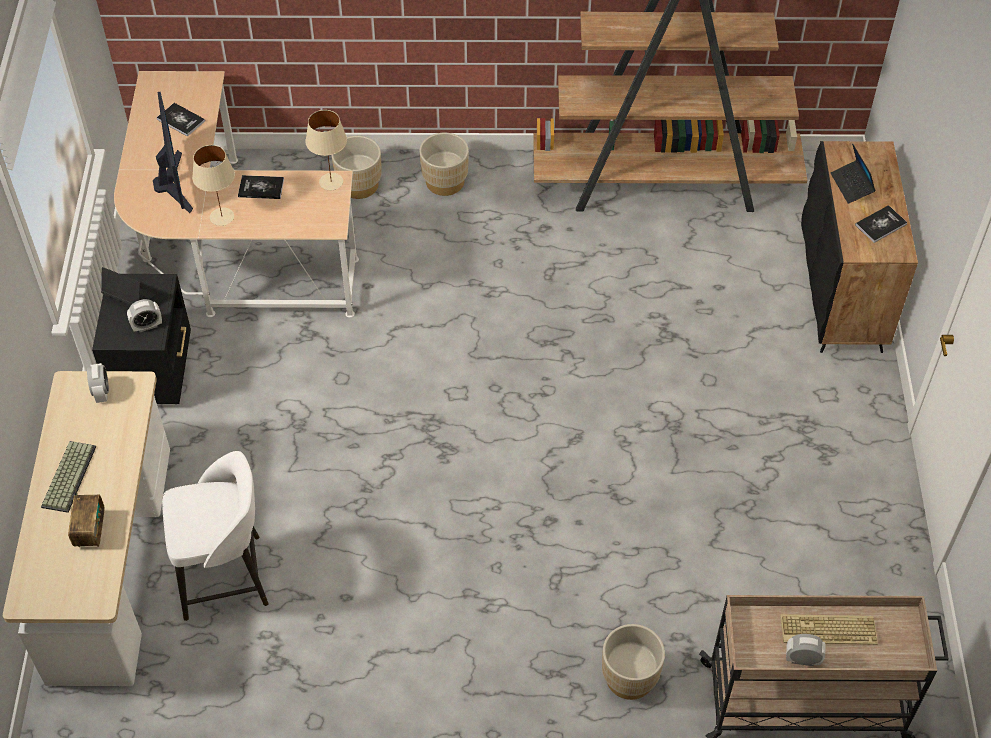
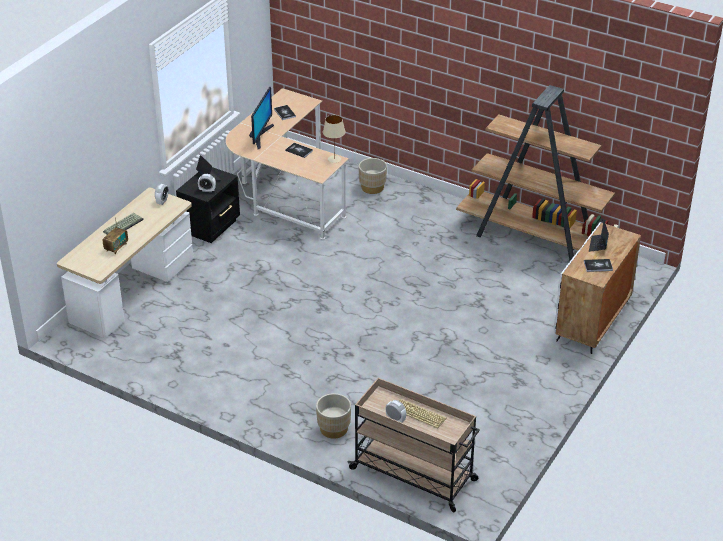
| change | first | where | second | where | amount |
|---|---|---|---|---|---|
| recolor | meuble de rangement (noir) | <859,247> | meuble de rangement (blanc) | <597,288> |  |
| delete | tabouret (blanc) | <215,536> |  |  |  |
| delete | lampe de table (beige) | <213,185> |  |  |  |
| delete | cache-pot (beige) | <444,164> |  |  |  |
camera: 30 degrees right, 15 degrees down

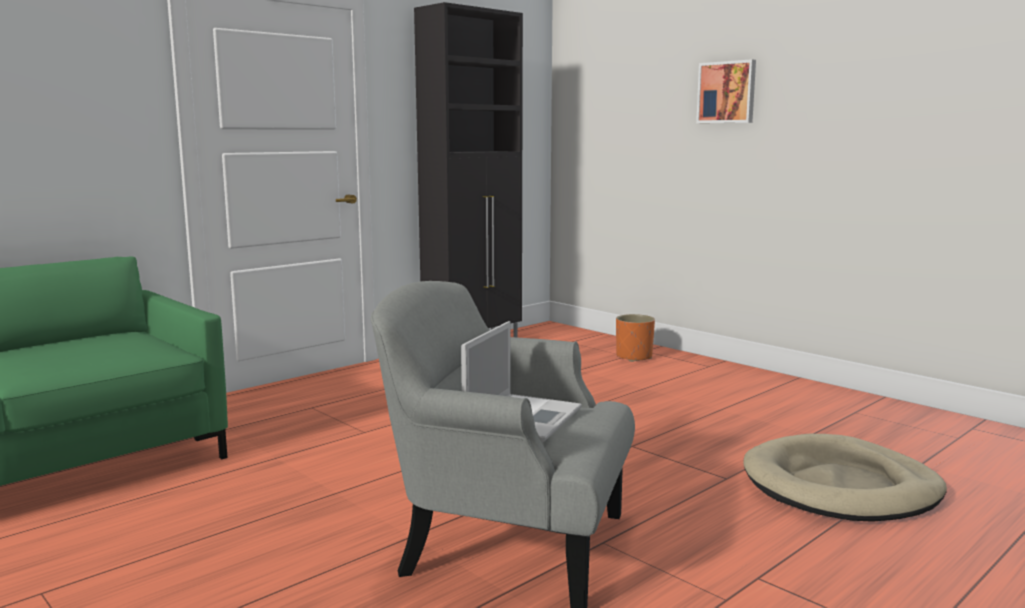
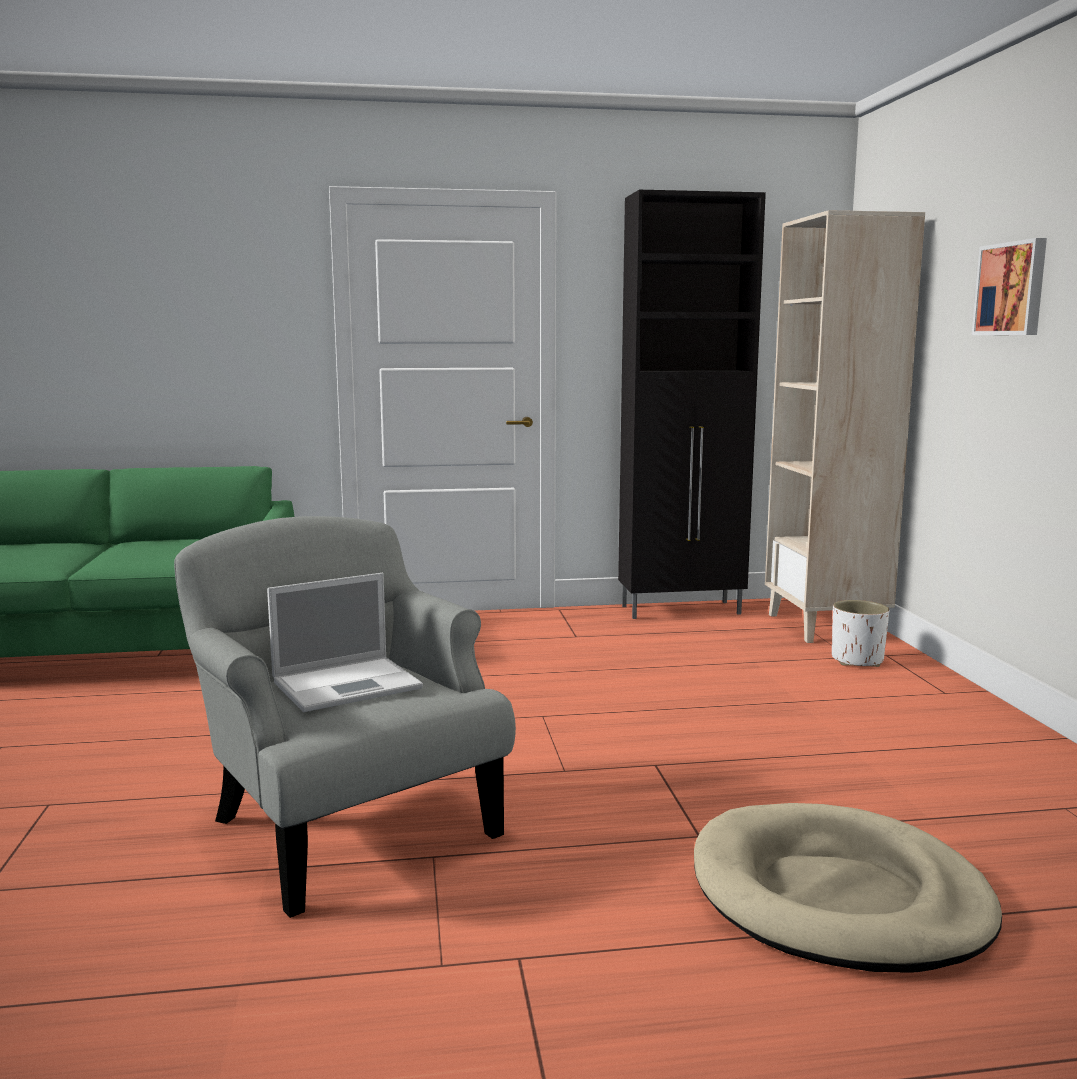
| change | first | where | second | where | amount |
|---|---|---|---|---|---|
| insert |  |  | bibliothèque (beige) | <845,426> |  |
| recolor | cache-pot (orange) | <635,338> | cache-pot (blanc) | <860,633> |  |
camera: 35 degrees right, 0 degrees up

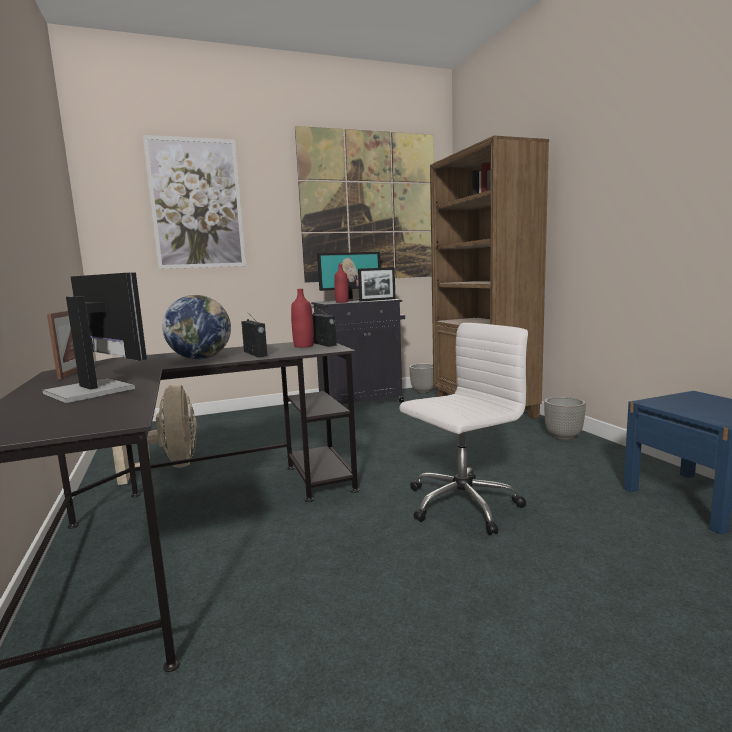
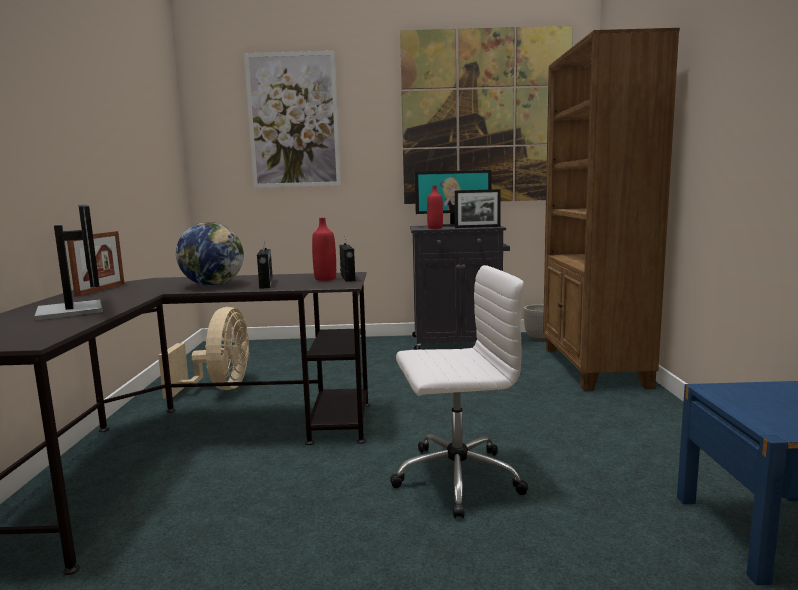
| change | first | where | second | where | amount |
|---|---|---|---|---|---|
| delete | cache-pot | <565,418> |  |  |  |
camera: 20 degrees right, 0 degrees up

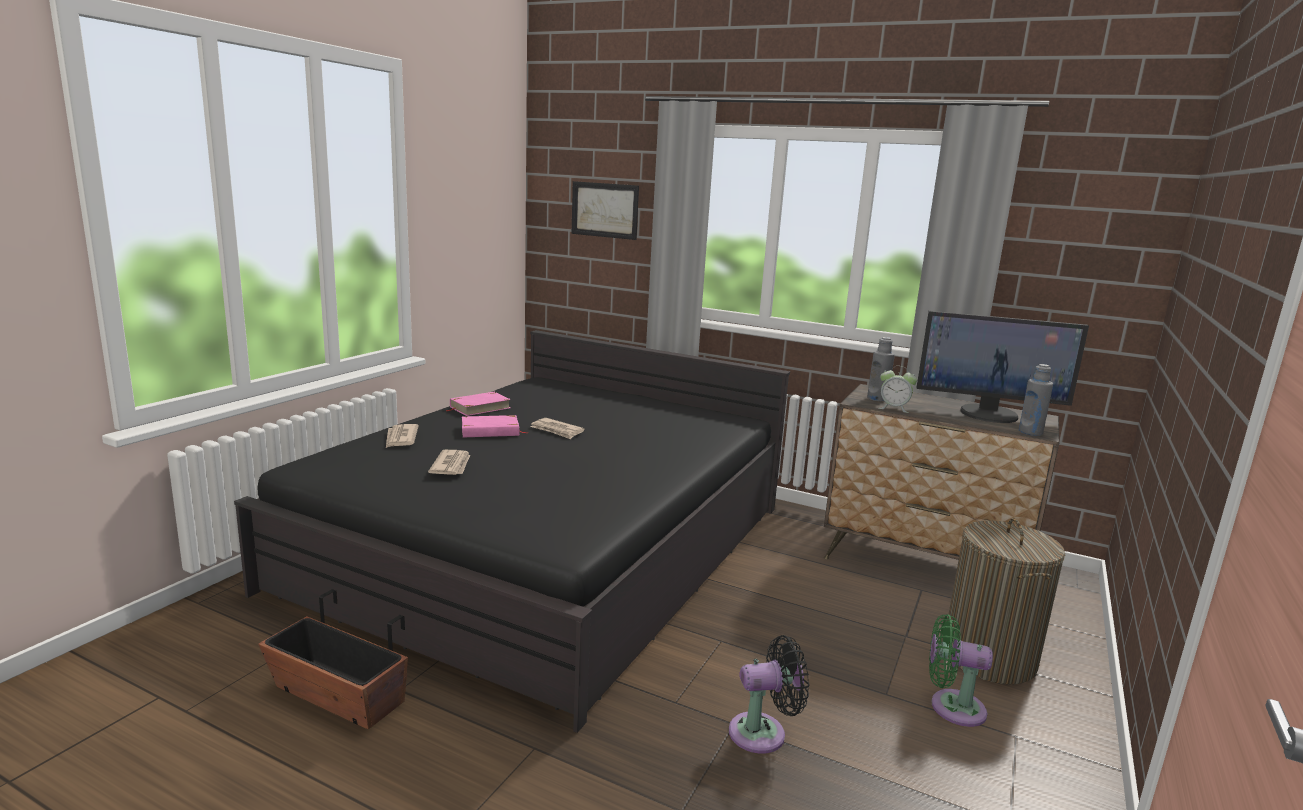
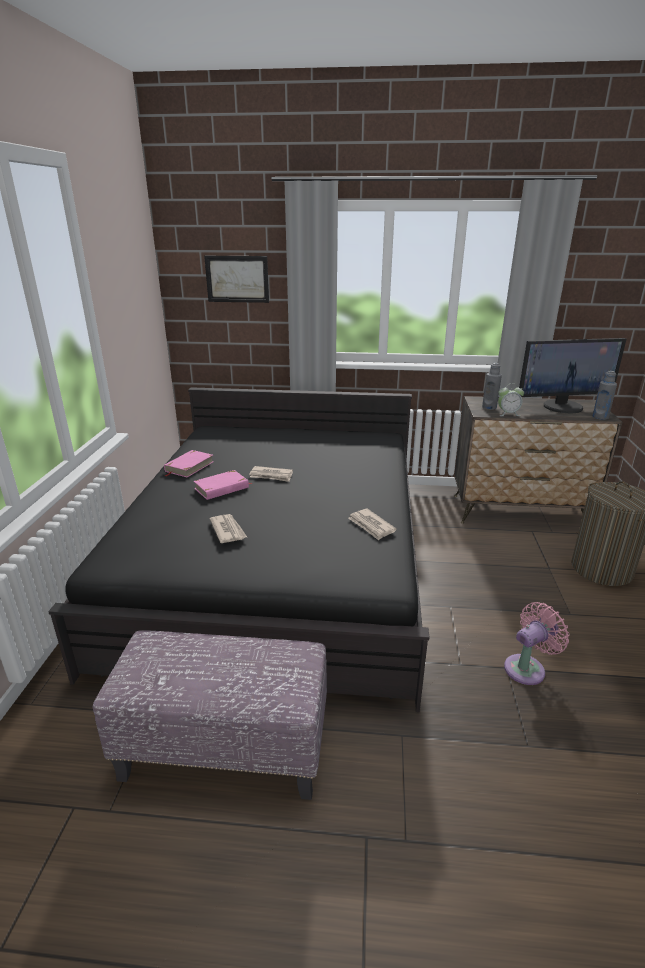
| change | first | where | second | where | amount |
|---|---|---|---|---|---|
| replace | cache-pot | <333,659> | pouf | <209,715> |  |
| move | journal | <402,436> |  | <372,524> |  |
| recolor | ventilateur (noir) | <769,694> | ventilateur (rose) | <537,643> |  |
| delete | ventilateur (vert) | <961,670> |  |  |  |
camera: 20 degrees left, 10 degrees up

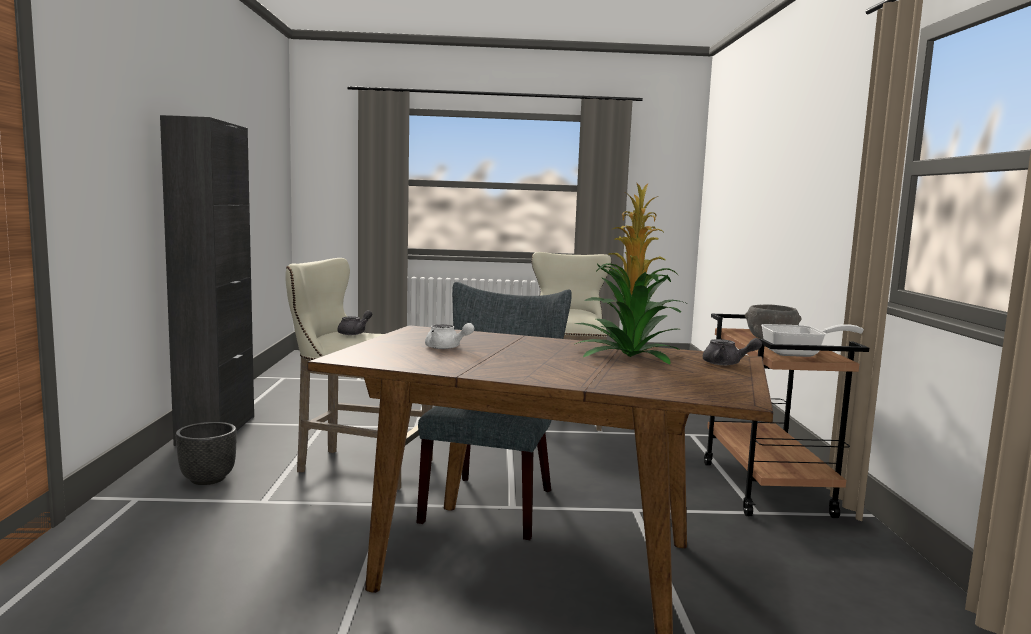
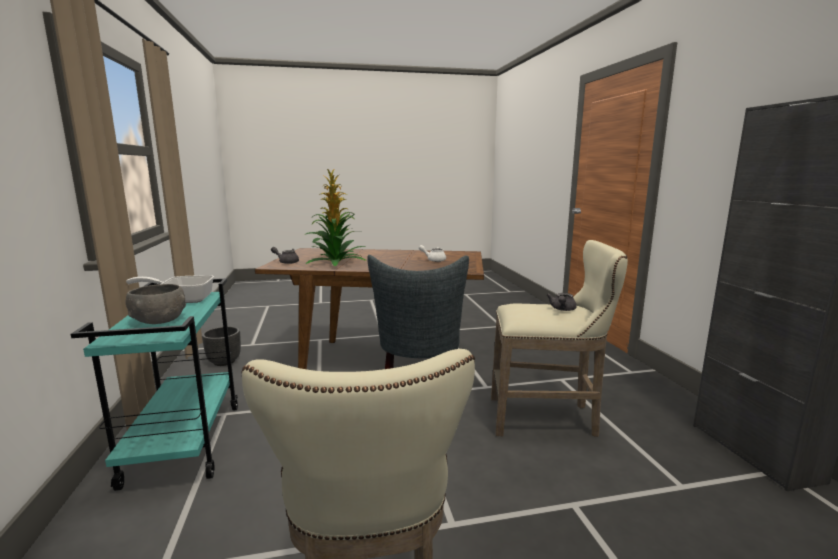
| change | first | where | second | where | amount |
|---|---|---|---|---|---|
| recolor | chariot (marron) | <786,416> | chariot (turquoise) | <154,384> |  |
| move | cache-pot (noir) | <206,453> |  | <221,346> |  |
camera: 170 degrees right, 5 degrees up

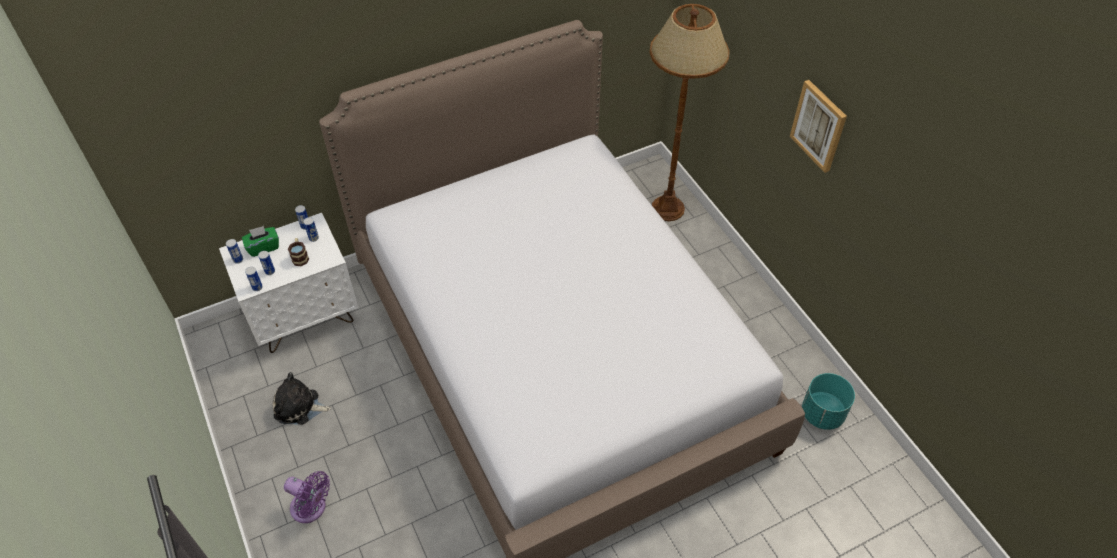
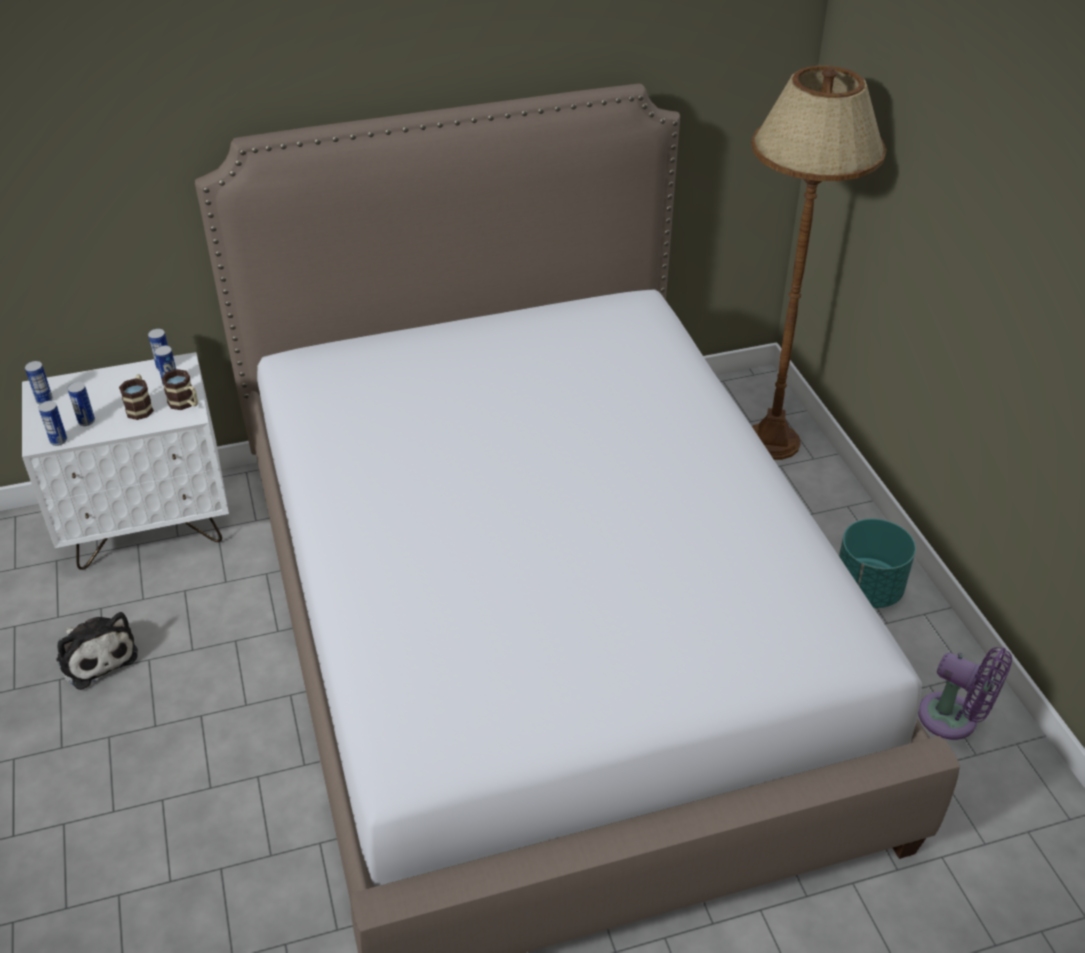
| change | first | where | second | where | amount |
|---|---|---|---|---|---|
| rotate | peluche | <301,398> |  | <97,651> | 150 degrees counterclockwise |
| insert |  |  | mug | <180,389> |  |
| move | cache-pot (turquoise) | <828,401> |  | <877,563> |  |
| move | ventilateur (violet) | <307,497> |  | <965,693> |  |
| delete | boîte à mouchoirs (vert) | <260,241> |  |  |  |
| delete | tableau | <818,126> |  |  |  |
camera: 10 degrees right, 10 degrees down

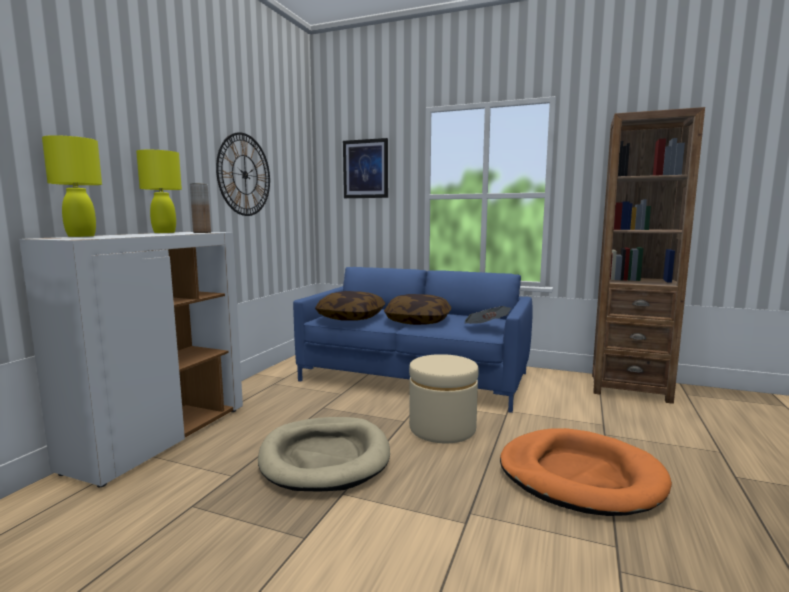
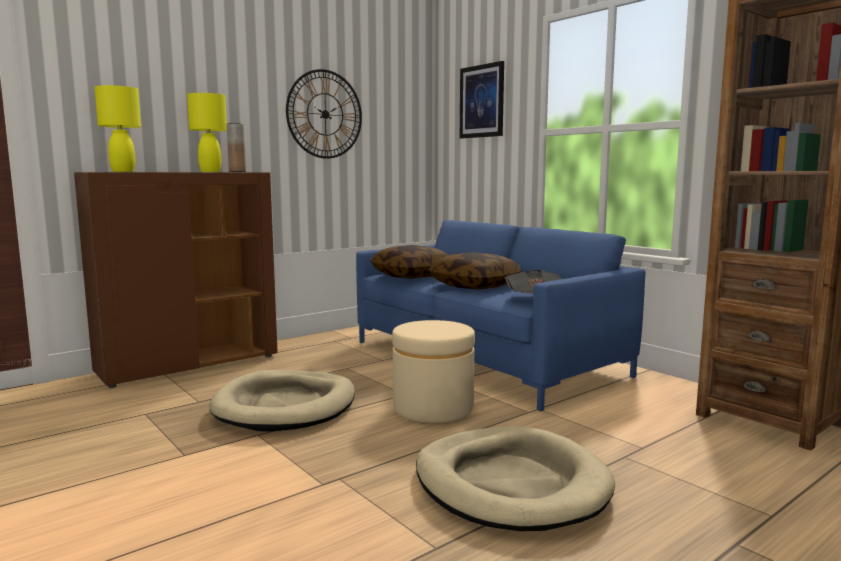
| change | first | where | second | where | amount |
|---|---|---|---|---|---|
| recolor | meuble de rangement (blanc) | <131,359> | meuble de rangement (marron) | <176,280> |  |
| recolor | panier pour chien (orange) | <586,472> | panier pour chien (beige) | <515,478> |  |
camera: 30 degrees right, 0 degrees up

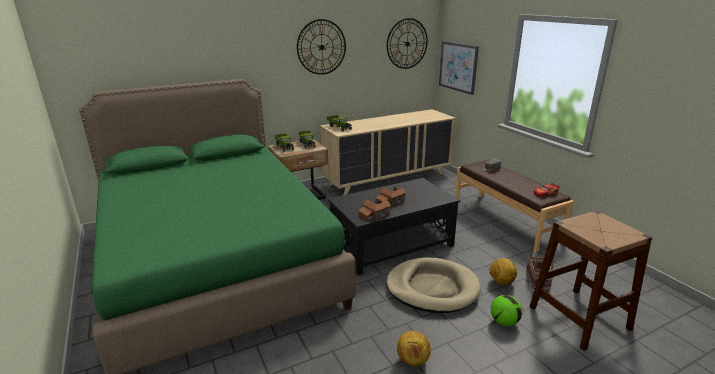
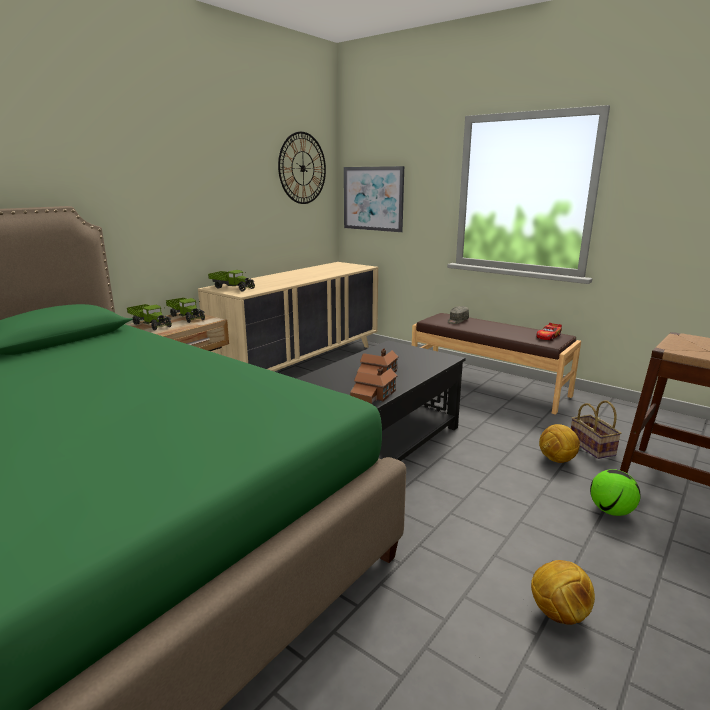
| change | first | where | second | where | amount |
|---|---|---|---|---|---|
| delete | horloge murale | <321,47> |  |  |  |
| delete | panier pour chien (beige) | <433,285> |  |  |  |
camera: 25 degrees left, 5 degrees down

